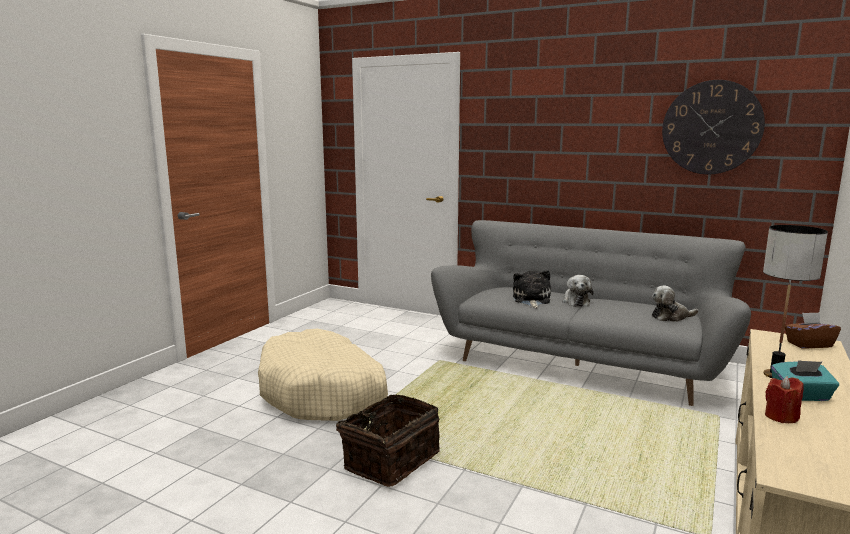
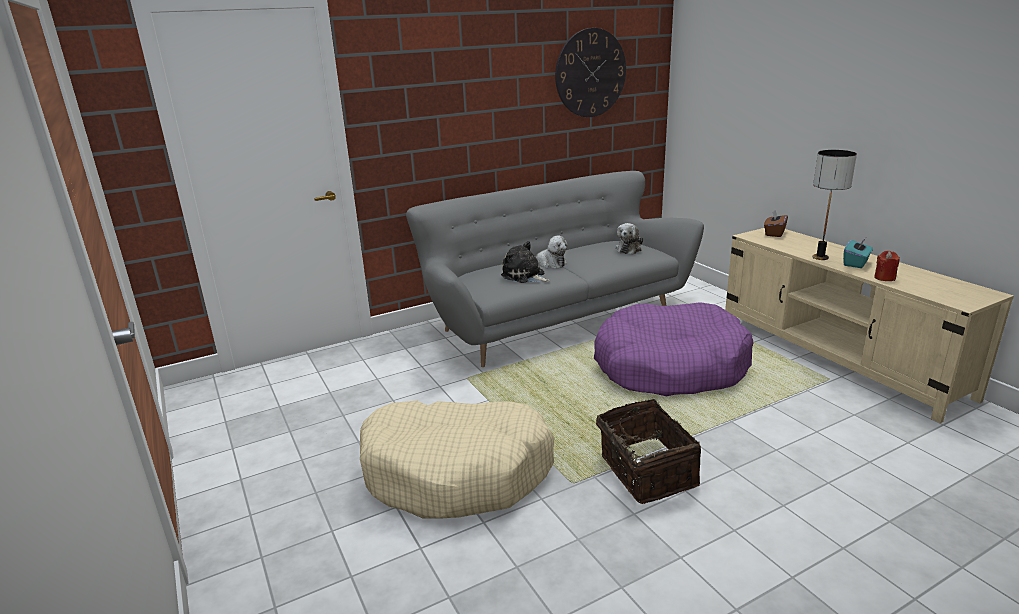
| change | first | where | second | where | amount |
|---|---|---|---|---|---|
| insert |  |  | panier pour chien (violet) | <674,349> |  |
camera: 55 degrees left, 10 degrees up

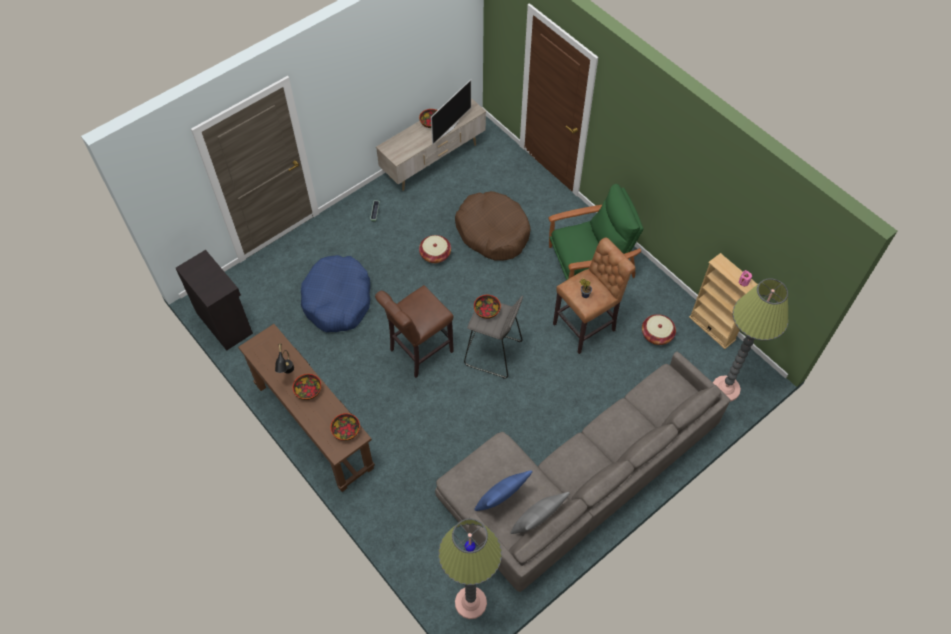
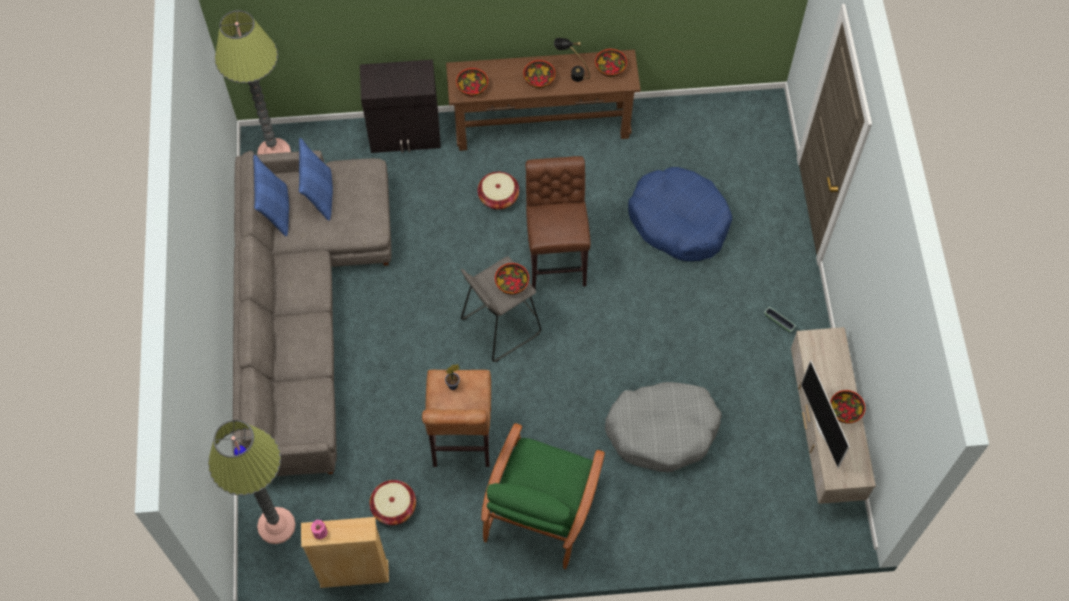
| change | first | where | second | where | amount |
|---|---|---|---|---|---|
| recolor | coussin (gris) | <540,513> | coussin (bleu) | <271,195> |  |
| move | meuble de rangement (noir) | <214,300> |  | <400,106> |  |
| move | panier | <435,249> |  | <498,190> |  |
| insert |  |  | bol | <611,63> |  |
| recolor | panier pour chien (marron) | <492,226> | panier pour chien (gris) | <663,427> |  |
camera: 125 degrees right, 5 degrees up

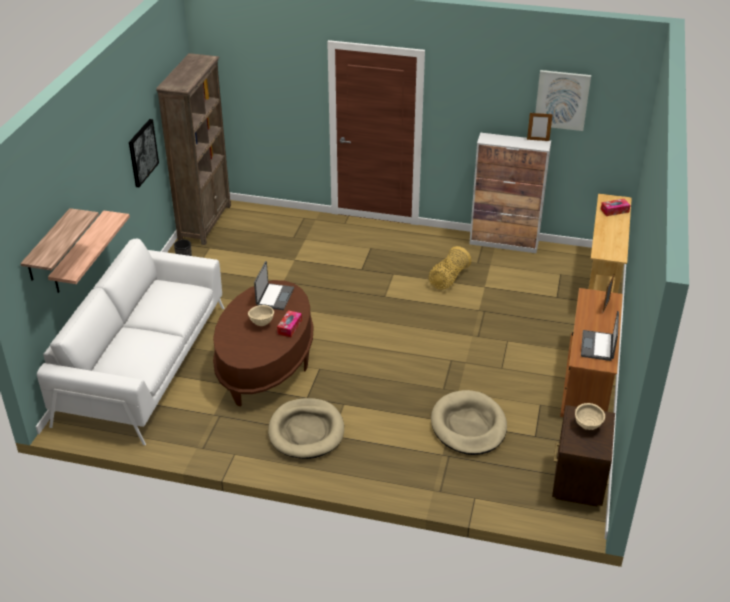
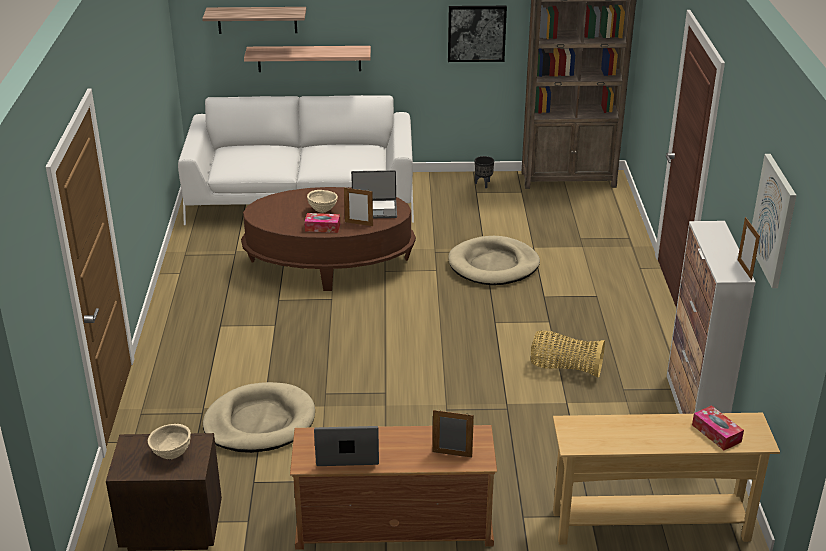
| change | first | where | second | where | amount |
|---|---|---|---|---|---|
| insert |  |  | cadre photo | <358,206> |  |
| move | panier pour chien (beige) | <306,428> |  | <494,260> |  |
camera: 75 degrees right, 5 degrees down

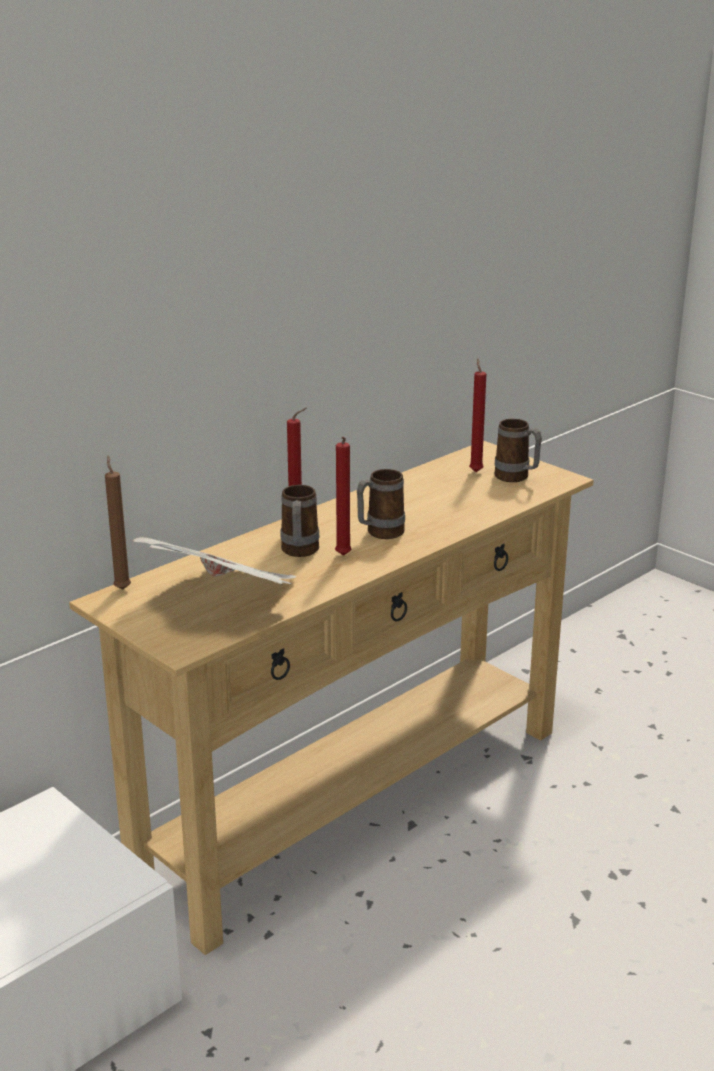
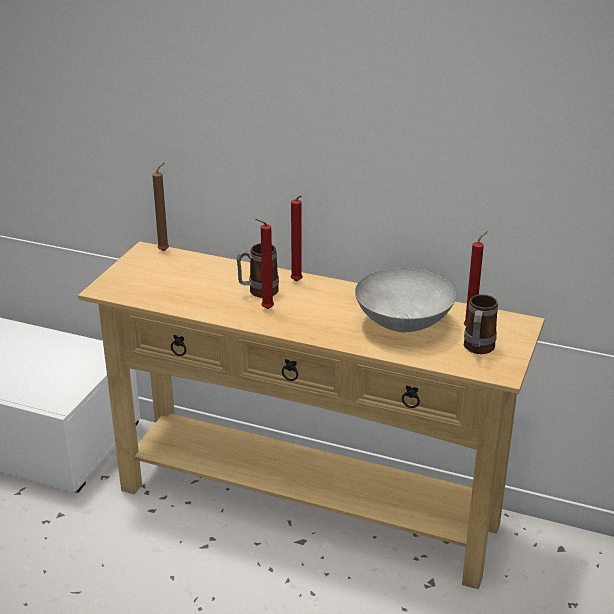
| change | first | where | second | where | amount |
|---|---|---|---|---|---|
| insert |  |  | bol (gris) | <405,300> |  |
| delete | journal | <215,561> |  |  |  |
| delete | mug | <381,504> |  |  |  |
camera: 65 degrees right, 5 degrees up

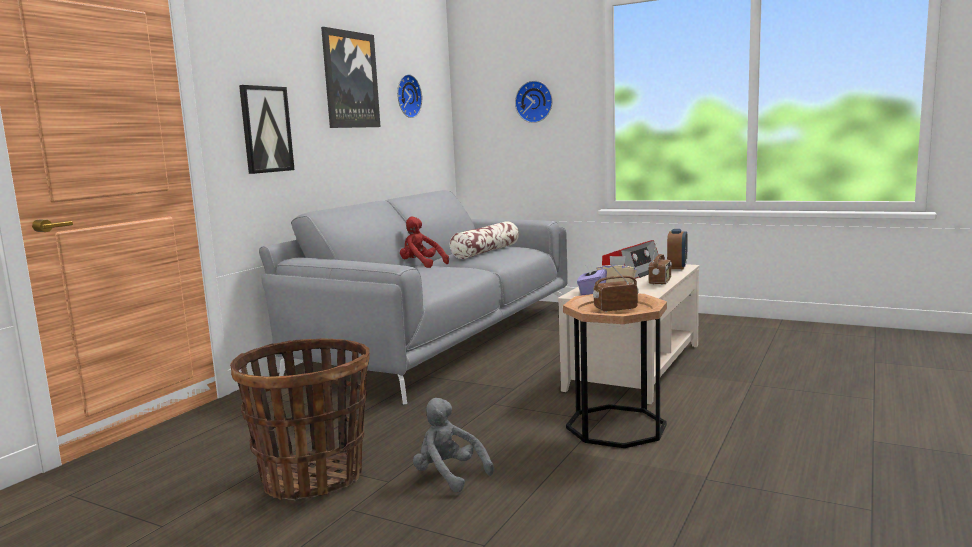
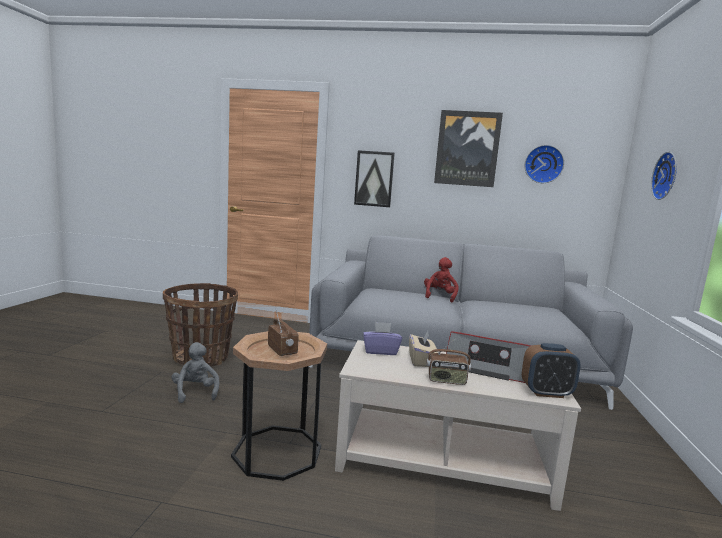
| change | first | where | second | where | amount |
|---|---|---|---|---|---|
| rotate | peluche (gris) | <453,445> |  | <195,372> | 45 degrees counterclockwise |
| delete | coussin | <484,240> |  |  |  |
camera: 70 degrees right, 0 degrees up

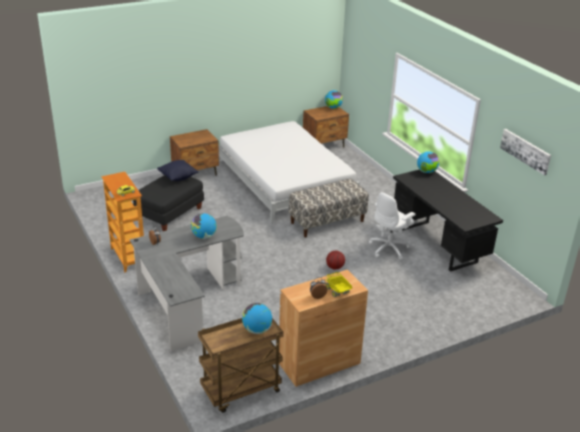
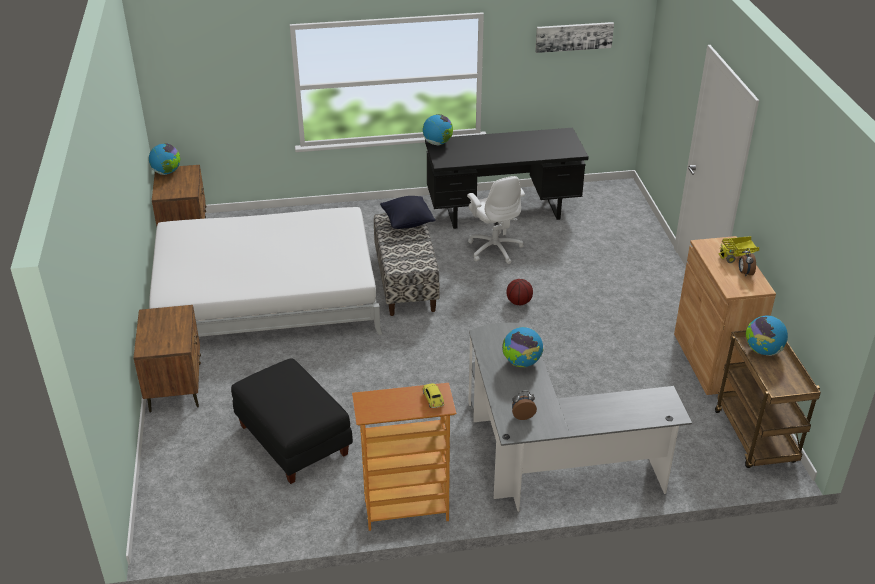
| change | first | where | second | where | amount |
|---|---|---|---|---|---|
| move | coussin (noir) | <177,170> |  | <408,212> |  |
camera: 70 degrees left, 5 degrees up

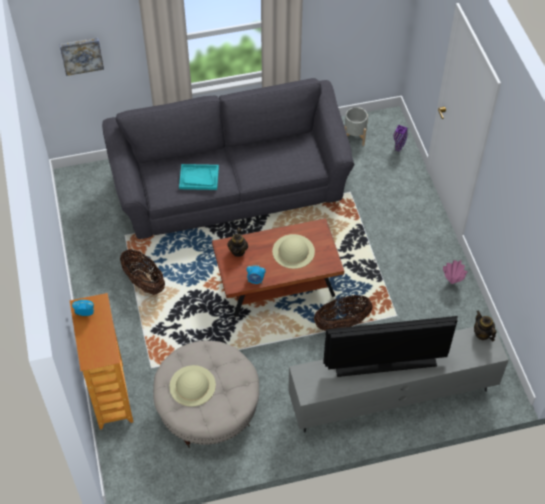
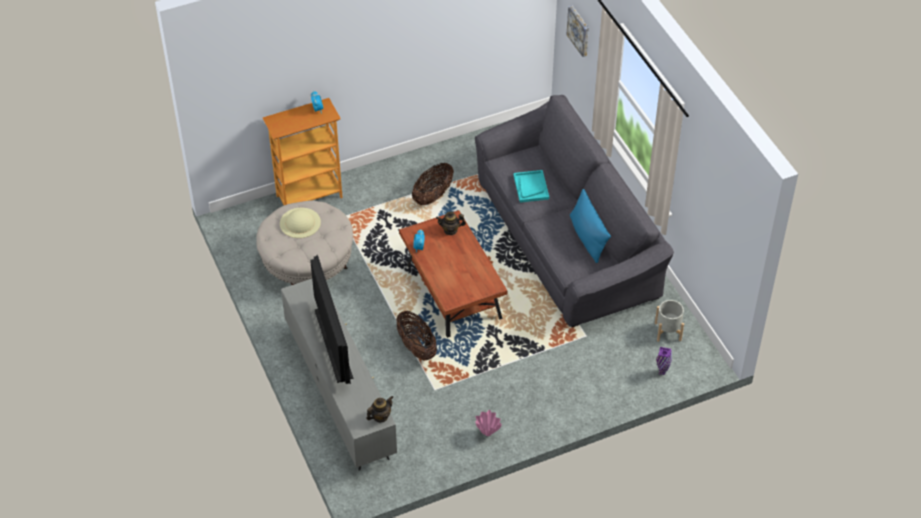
| change | first | where | second | where | amount |
|---|---|---|---|---|---|
| insert |  |  | coussin (bleu) | <590,226> |  |
| delete | chapeau (beige) | <293,251> |  |  |  |
camera: 80 degrees right, 5 degrees down

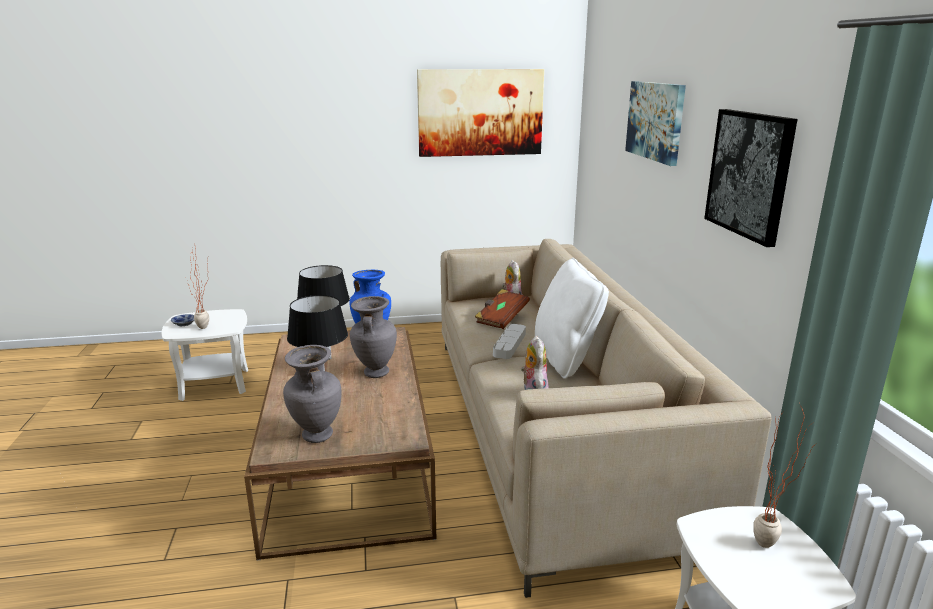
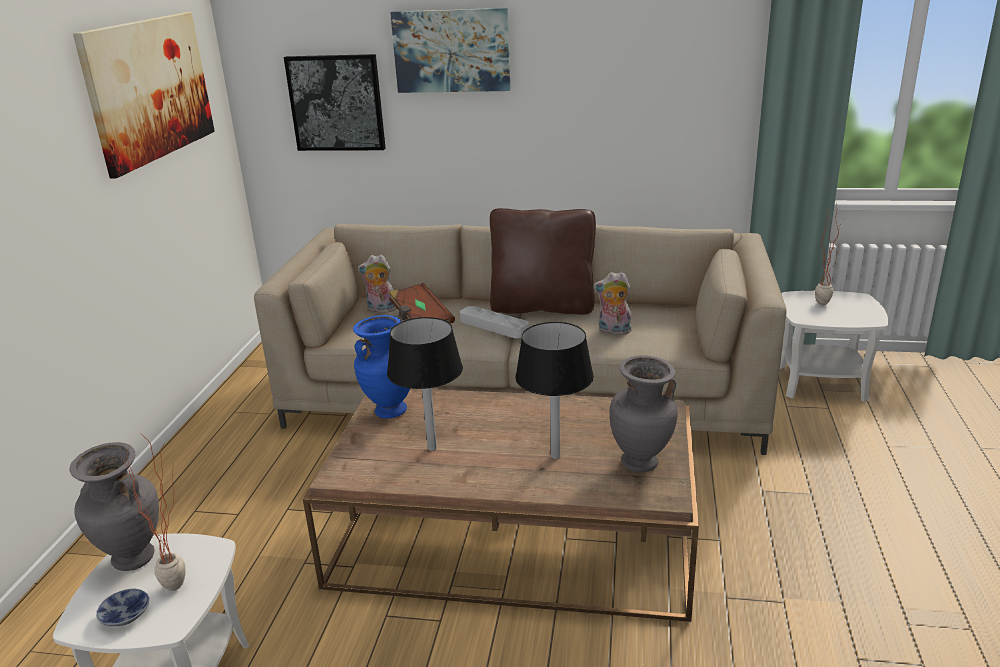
| change | first | where | second | where | amount |
|---|---|---|---|---|---|
| move | vase (gris) | <373,337> |  | <114,506> |  |
| move | tableau | <751,178> |  | <335,102> |  |
| recolor | coussin (blanc) | <572,318> | coussin (marron) | <543,261> |  |
camera: 70 degrees left, 5 degrees up

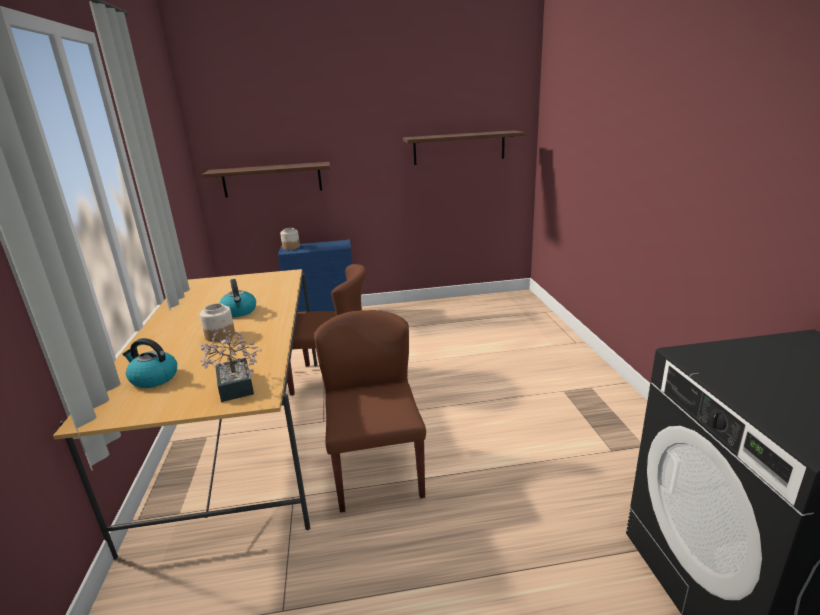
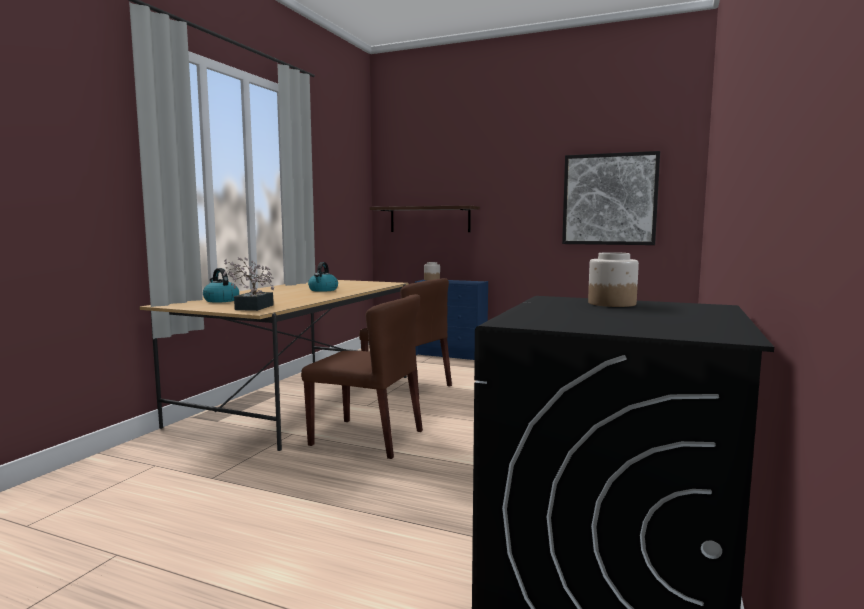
| change | first | where | second | where | amount |
|---|---|---|---|---|---|
| rotate | chaise (marron) | <370,411> |  | <362,376> | 90 degrees clockwise |
| replace | étagère | <464,147> | tableau | <611,198> |  |
| move | bocal | <217,322> |  | <613,279> |  |
camera: 30 degrees right, 15 degrees down

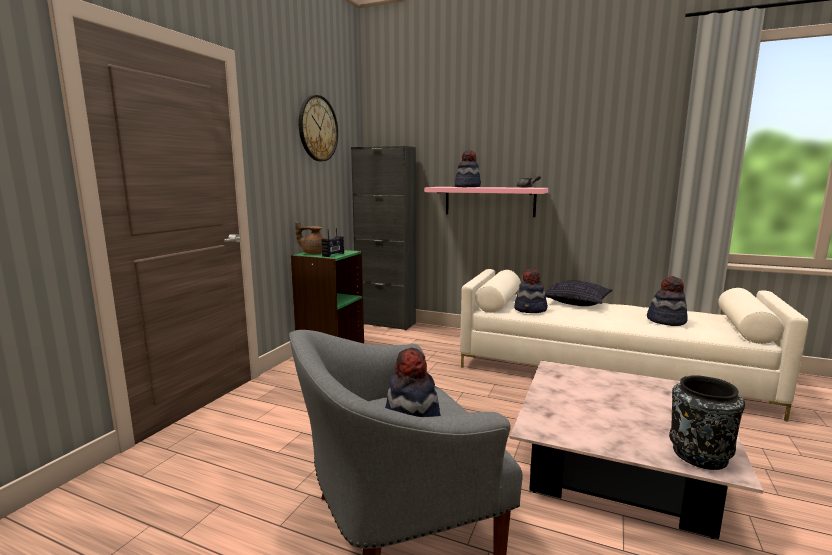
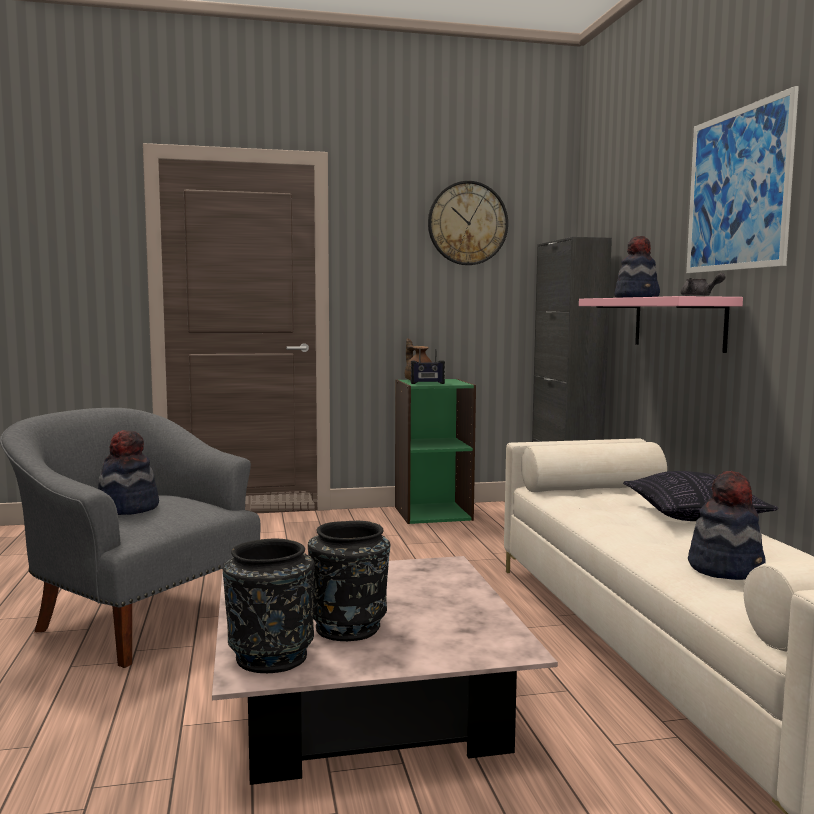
| change | first | where | second | where | amount |
|---|---|---|---|---|---|
| insert |  |  | vase (noir) | <349,581> |  |
| insert |  |  | tableau | <742,179> |  |
| delete | chapeau | <531,290> |  |  |  |
camera: 55 degrees right, 5 degrees down

